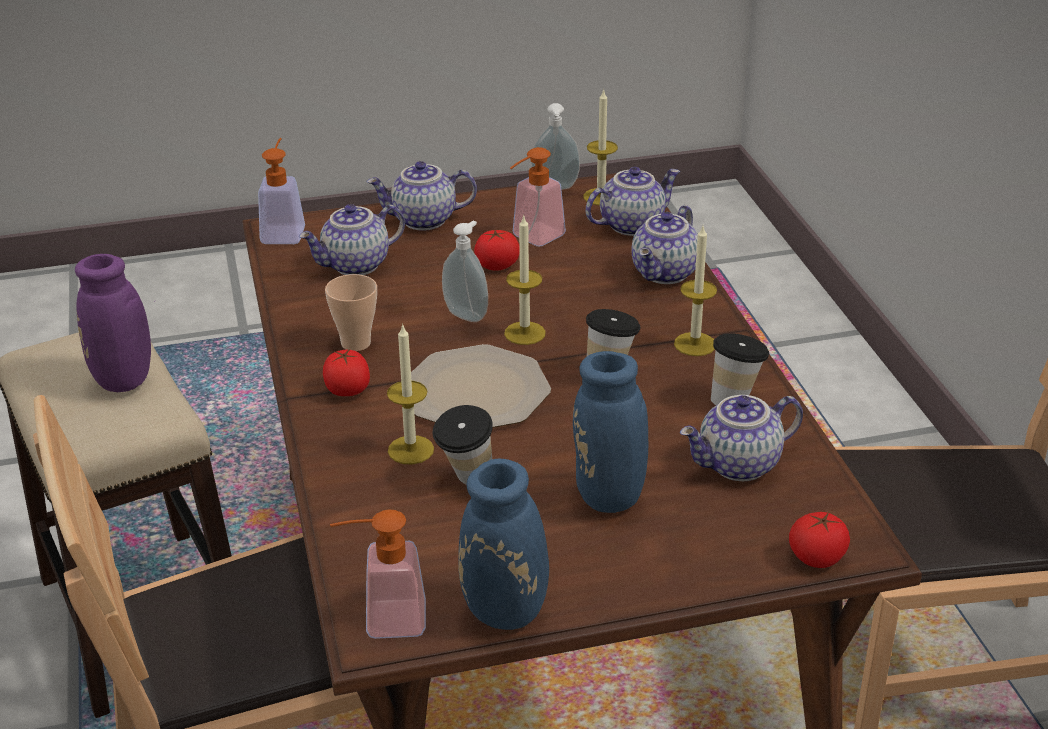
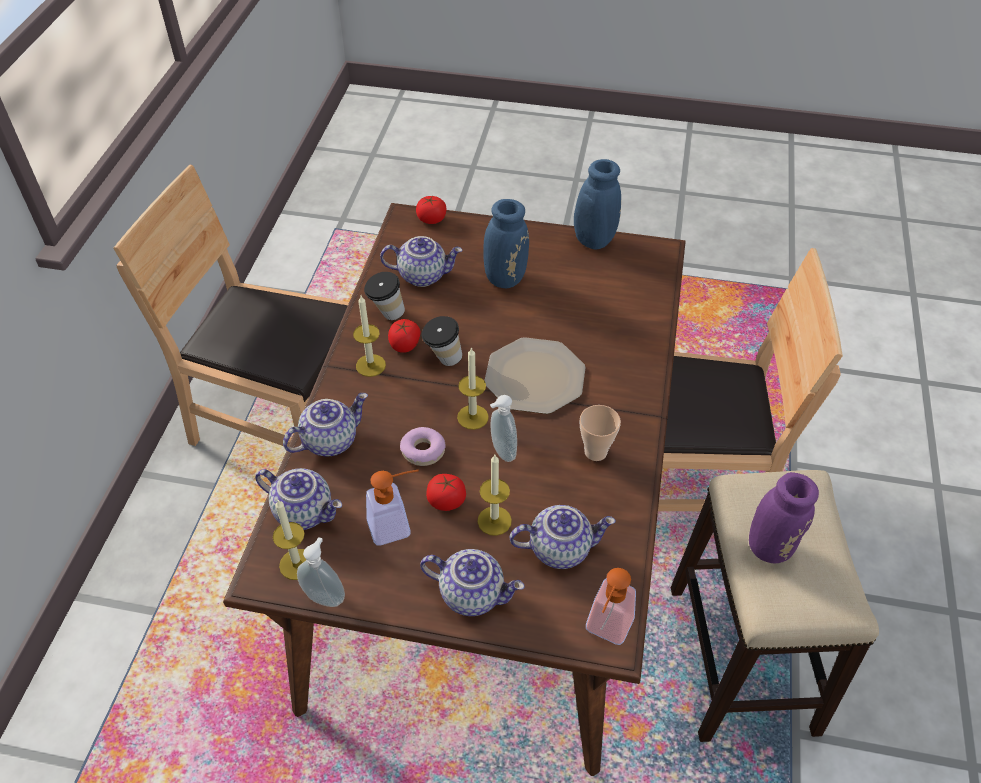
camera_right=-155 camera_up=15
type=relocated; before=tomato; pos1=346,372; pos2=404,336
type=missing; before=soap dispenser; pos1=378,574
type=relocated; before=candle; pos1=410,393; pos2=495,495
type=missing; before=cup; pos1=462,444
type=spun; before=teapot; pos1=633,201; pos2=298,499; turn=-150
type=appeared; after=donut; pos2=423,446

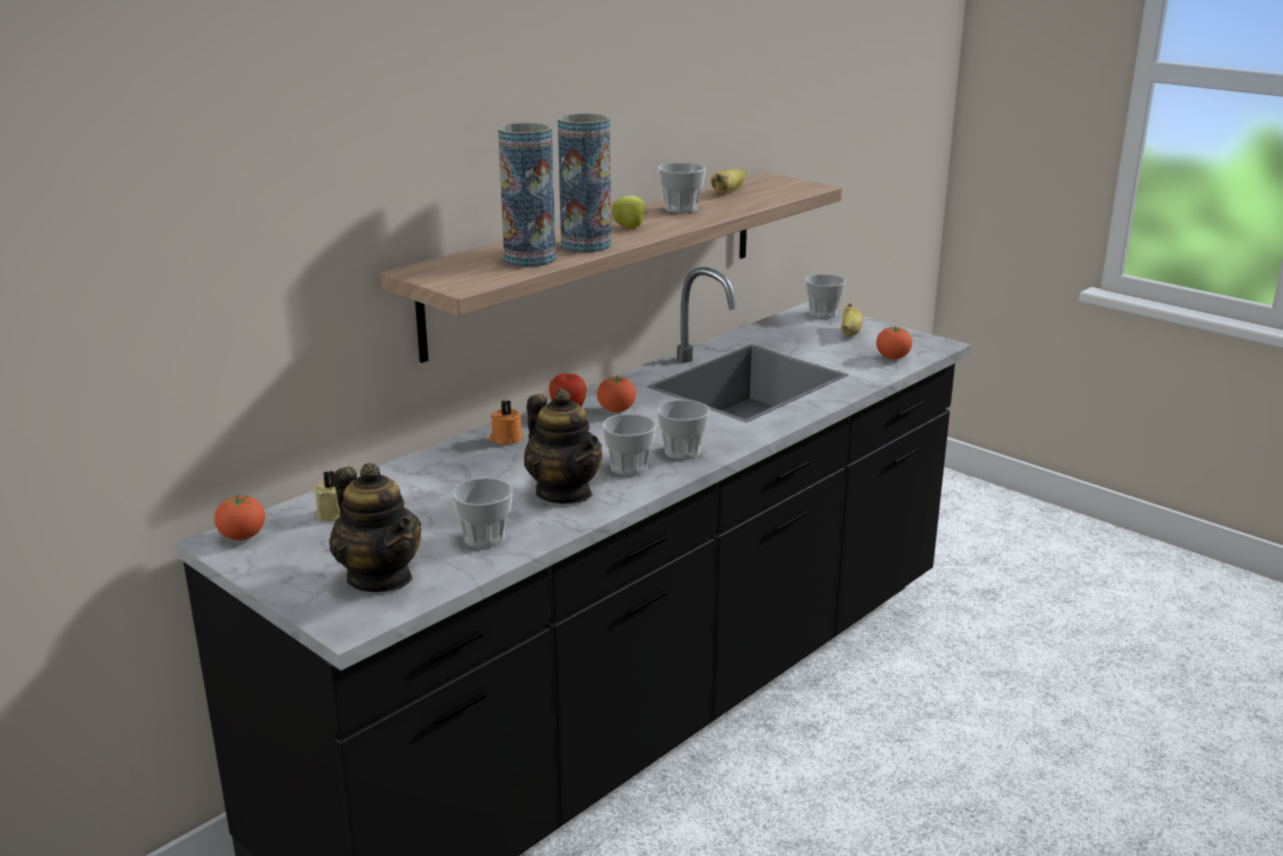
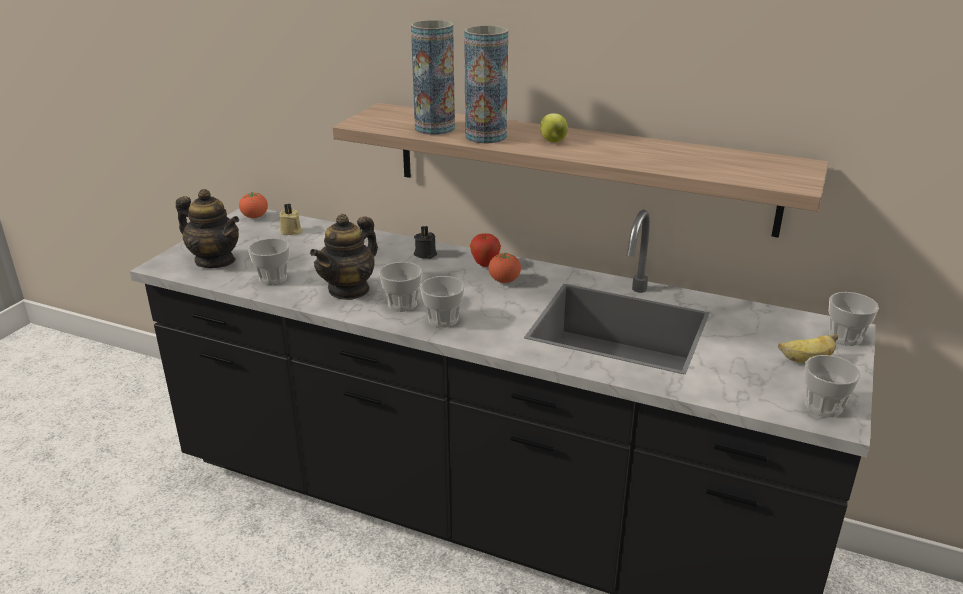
camera_right=70 camera_up=5
type=spun; before=teapot; pos1=375,527; pos2=207,228; turn=-90
type=colour; before=candle in orange; after=candle in black; pos1=506,422; pos2=425,242
type=relocated; before=cup; pos1=682,188; pos2=832,386
type=missing; before=banana; pos1=729,181
type=missing; before=tomato; pos1=894,342

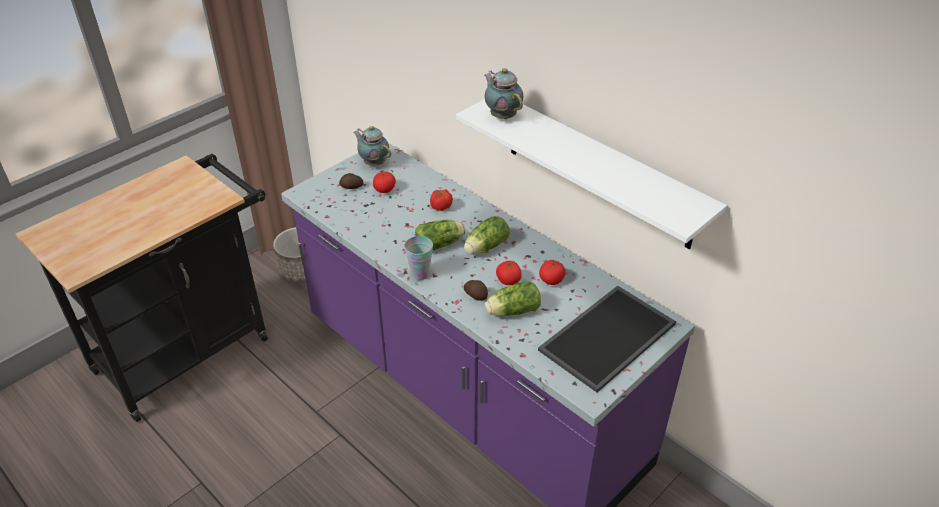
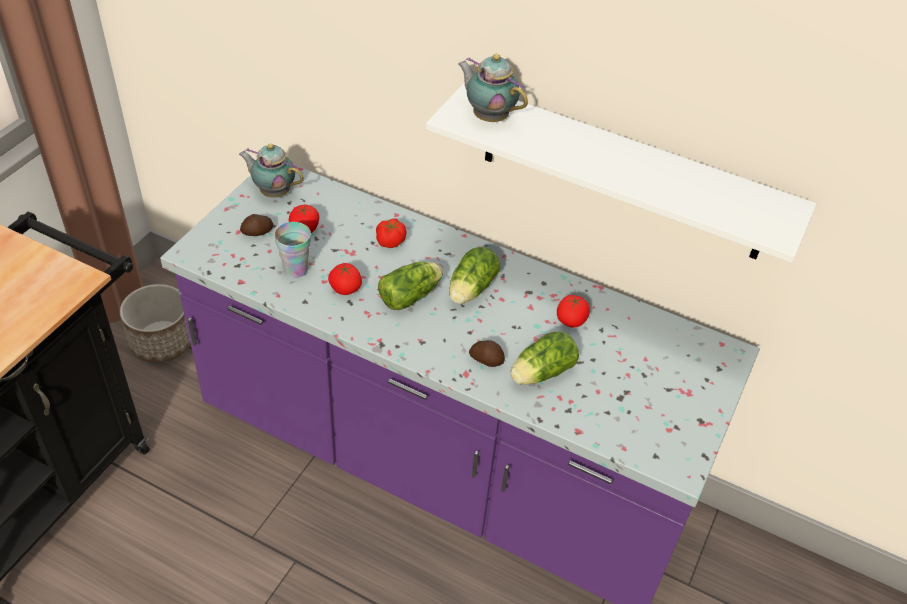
camera_right=-20 camera_up=5
type=relocated; before=cup; pos1=419,258; pos2=292,250
type=relocated; before=tomato; pos1=509,273; pos2=345,279
type=missing; before=tray; pos1=607,339

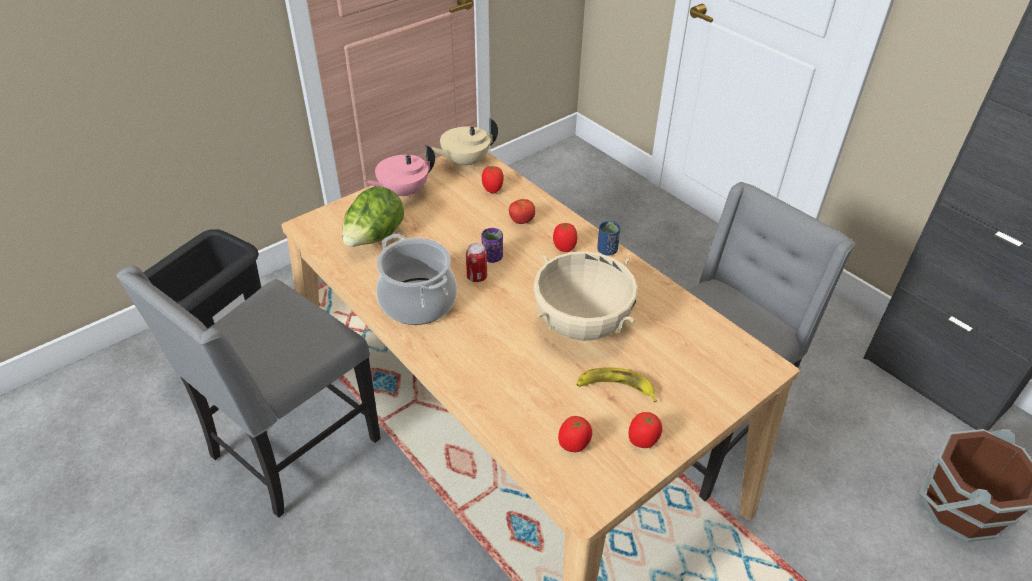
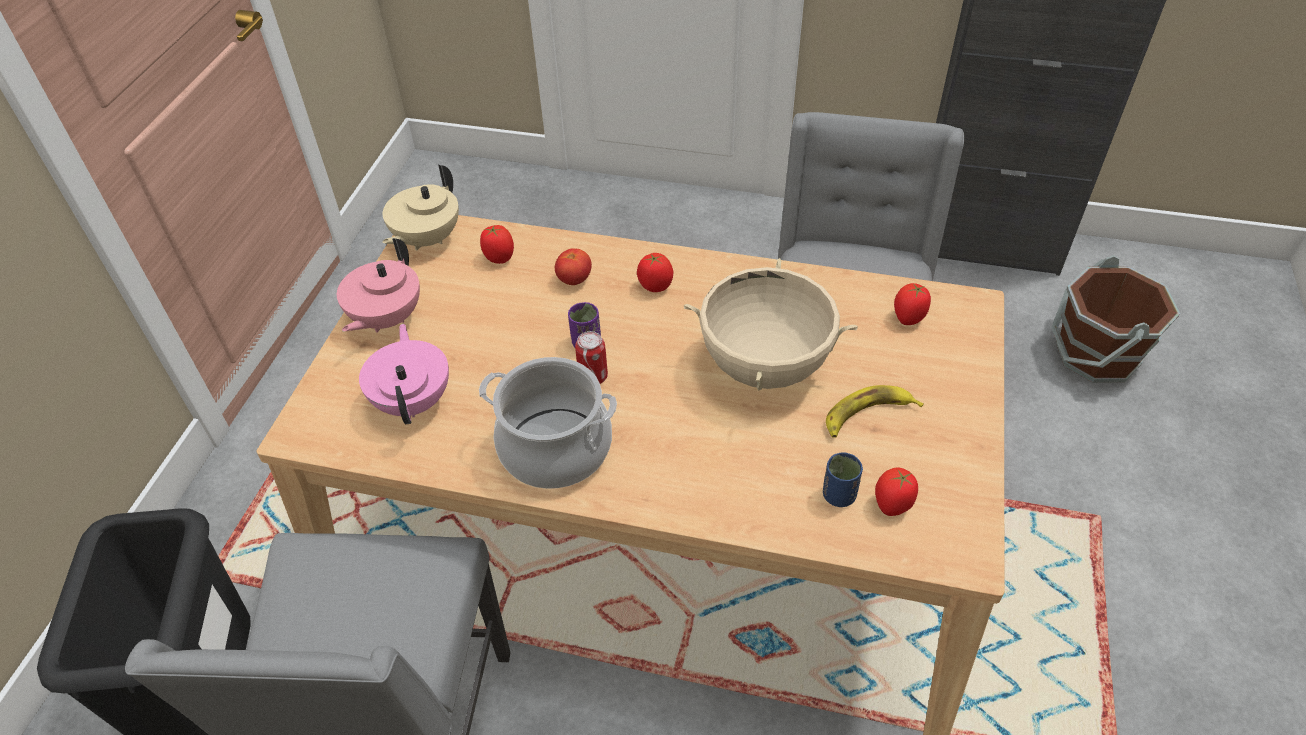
camera_right=-35 camera_up=5
type=exchanged; before=lettuce; after=teapot in pink; pos1=373,216; pos2=404,374
type=relocated; before=cup in blue; pos1=608,238; pos2=843,479
type=relocated; before=tomato; pos1=645,430; pos2=912,304

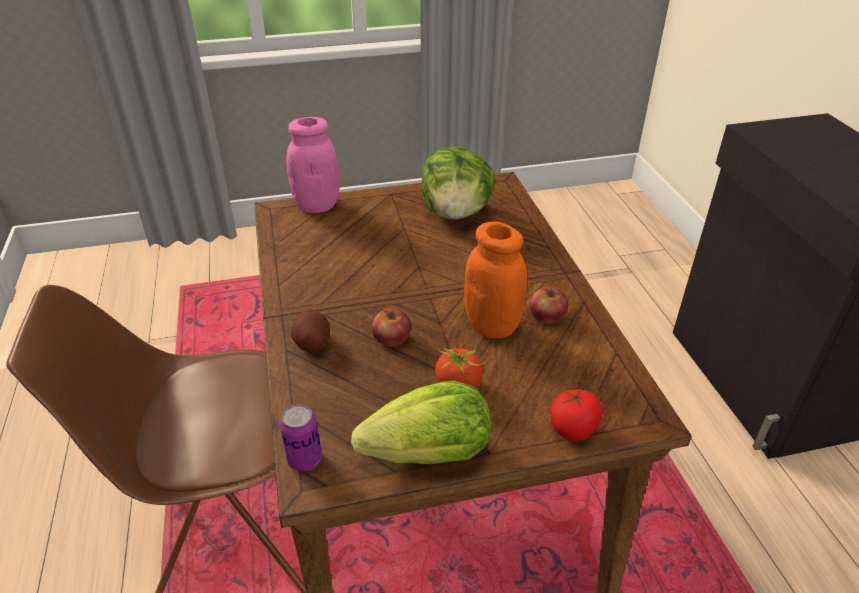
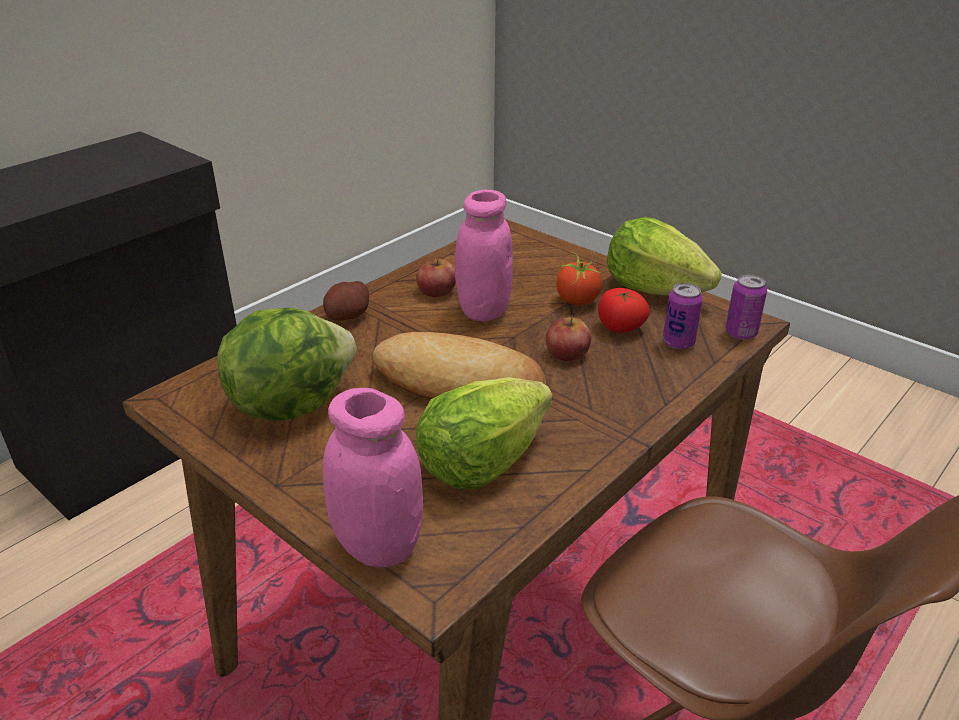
camera_right=-125 camera_up=-5
type=relocated; before=potato; pos1=310,331; pos2=346,301
type=colour; before=jar in orange; after=jar in pink; pos1=495,280; pos2=484,255
type=relocated; before=tomato; pos1=577,415; pos2=624,310
type=appeared; after=bread; pos2=460,365
type=appeared; after=lettuce; pos2=484,433
type=appeared; after=can; pos2=683,316

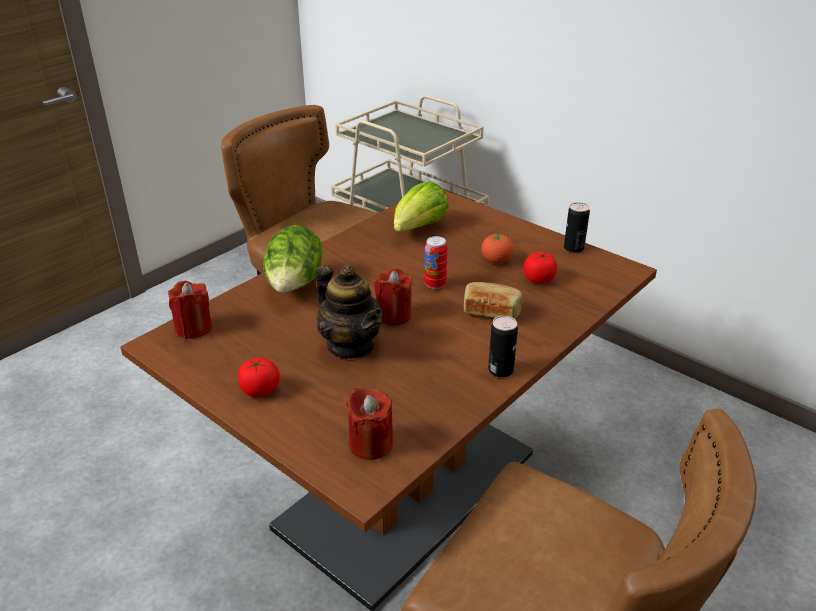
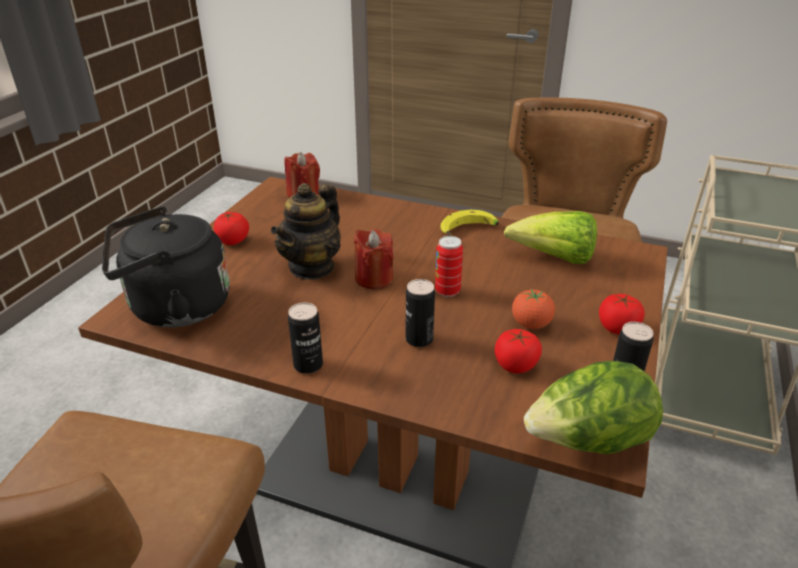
camera_right=70 camera_up=0
type=relocated; before=lettuce; pos1=293,259; pos2=593,407
type=exchanged; before=candle in red; after=kettle in black; pos1=369,424; pos2=166,267
type=exchanged; before=bread; after=can; pos1=493,300; pos2=420,313
type=appeared; after=banana; pos2=469,223
type=appeared; after=tomato; pos2=622,314

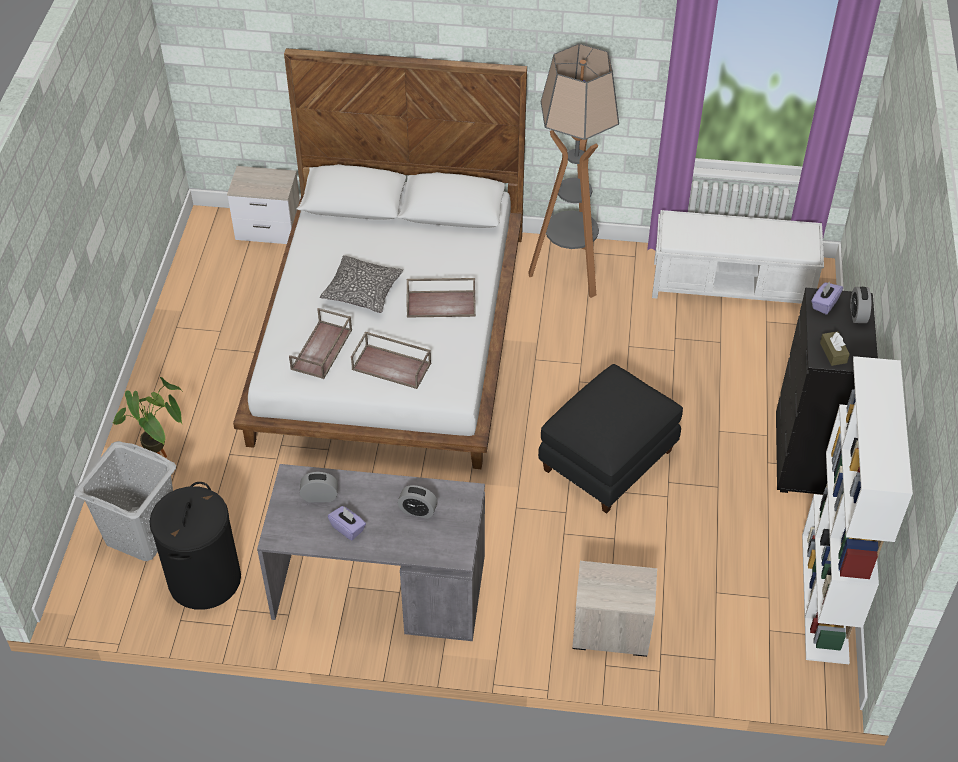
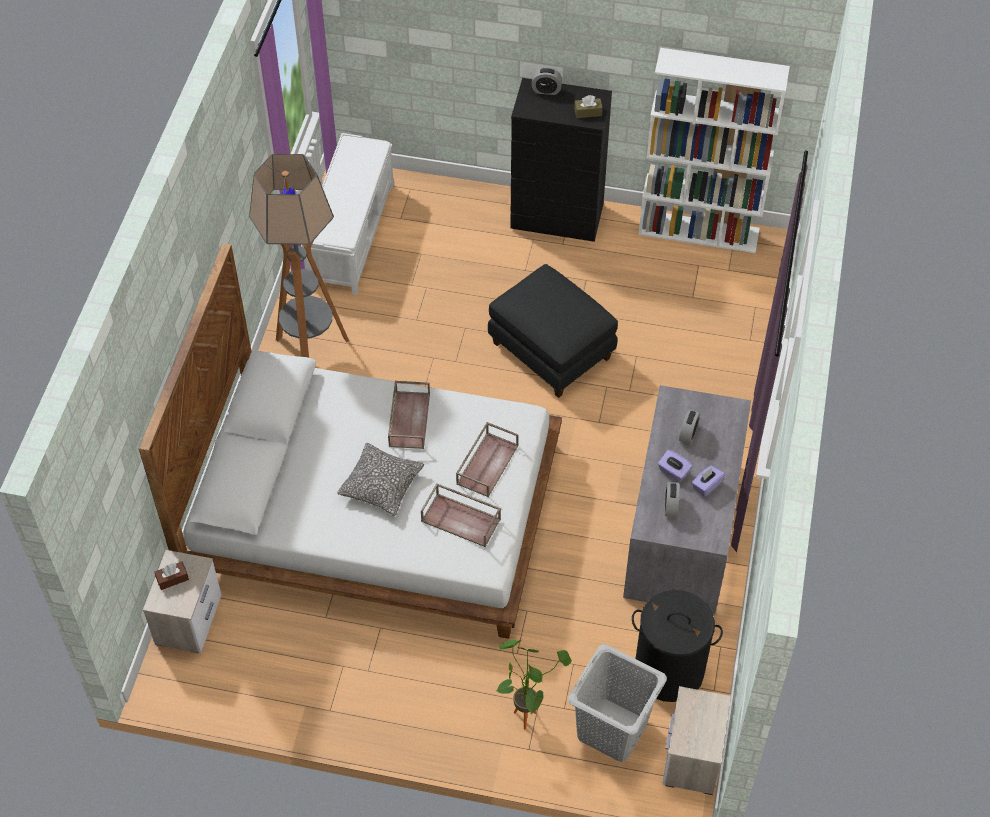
camera_right=-85 camera_up=5
type=relocated; before=nightstand; pos1=614,609; pos2=696,740
type=relocated; before=tissue box in purple; pos1=827,298; pos2=675,466
type=appeared; after=tissue box in brown; pos2=171,575

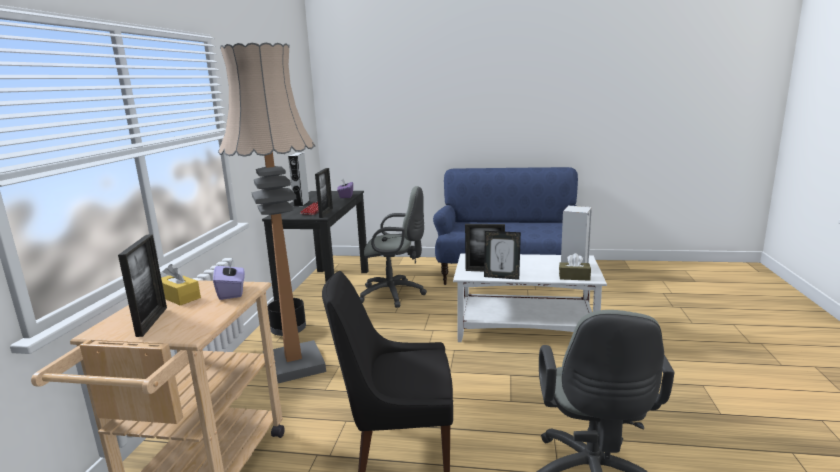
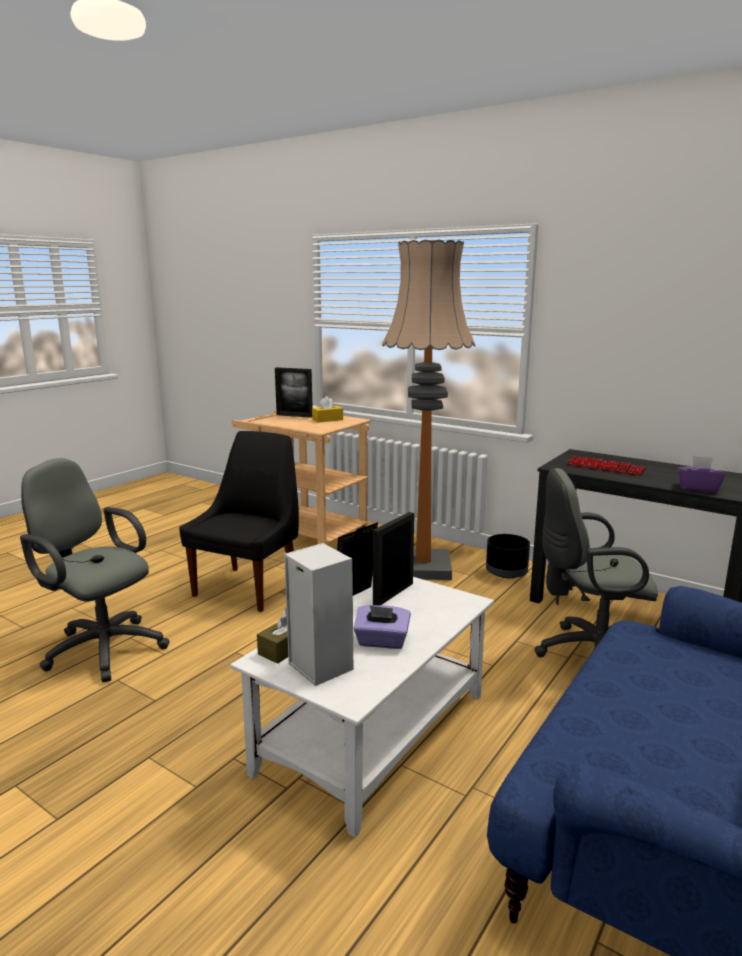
camera_right=115 camera_up=0
type=relocated; before=tissue box in purple; pos1=229,279; pos2=382,627
type=missing; before=speaker in grey; pos1=298,180
type=missing; before=picture frame; pos1=324,193
type=spun; before=office chair in grey; pos1=393,247; pos2=596,562; turn=60

